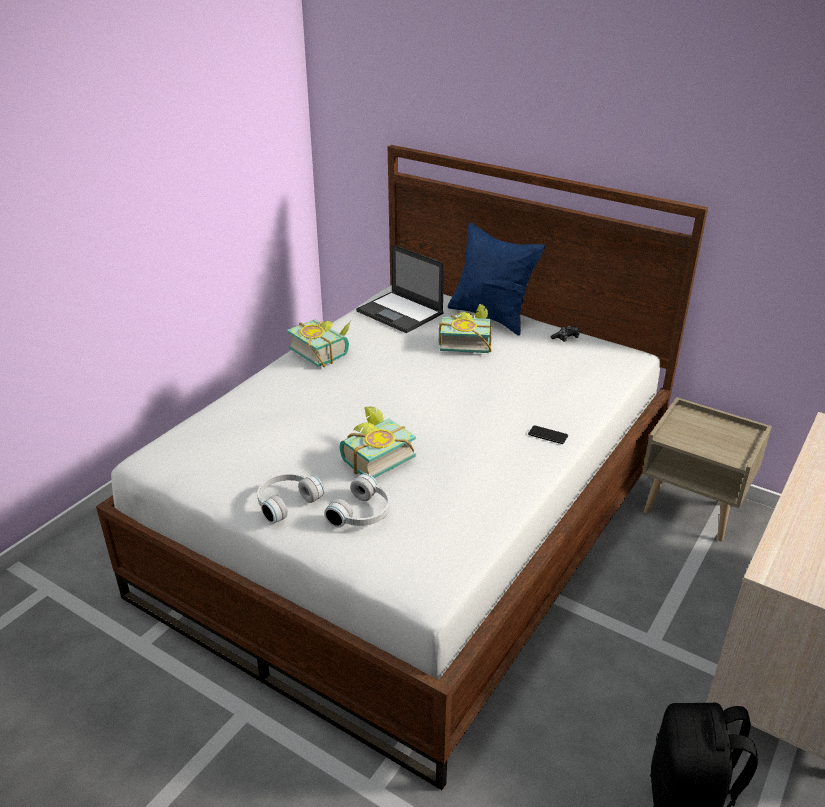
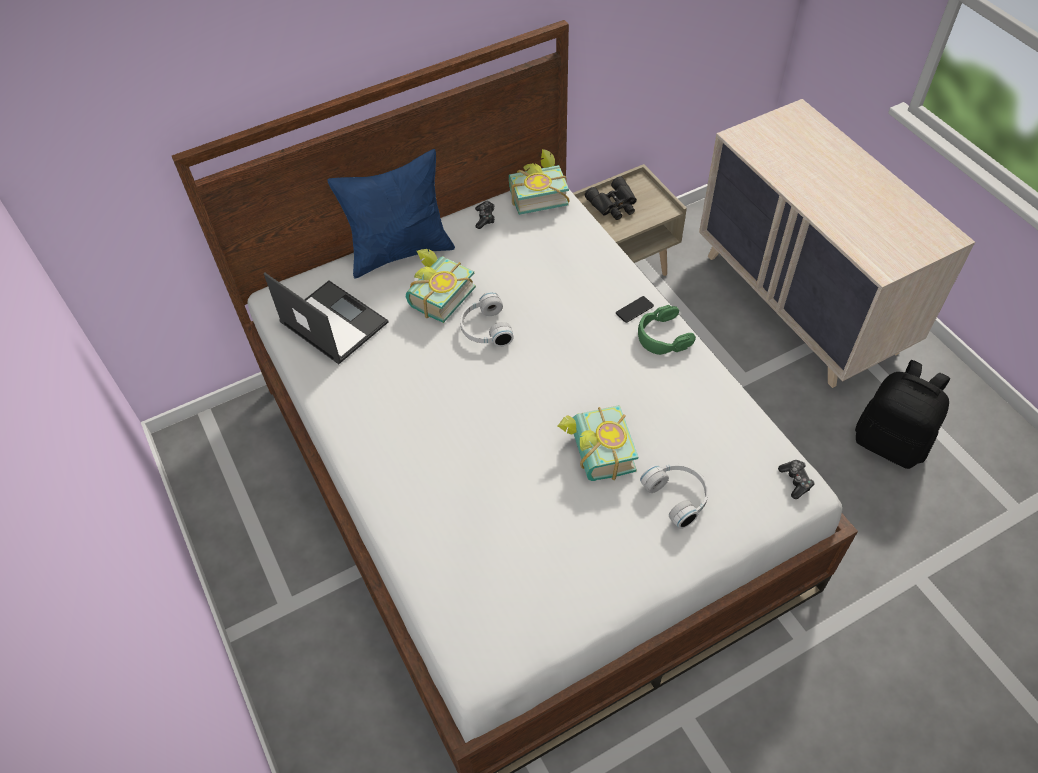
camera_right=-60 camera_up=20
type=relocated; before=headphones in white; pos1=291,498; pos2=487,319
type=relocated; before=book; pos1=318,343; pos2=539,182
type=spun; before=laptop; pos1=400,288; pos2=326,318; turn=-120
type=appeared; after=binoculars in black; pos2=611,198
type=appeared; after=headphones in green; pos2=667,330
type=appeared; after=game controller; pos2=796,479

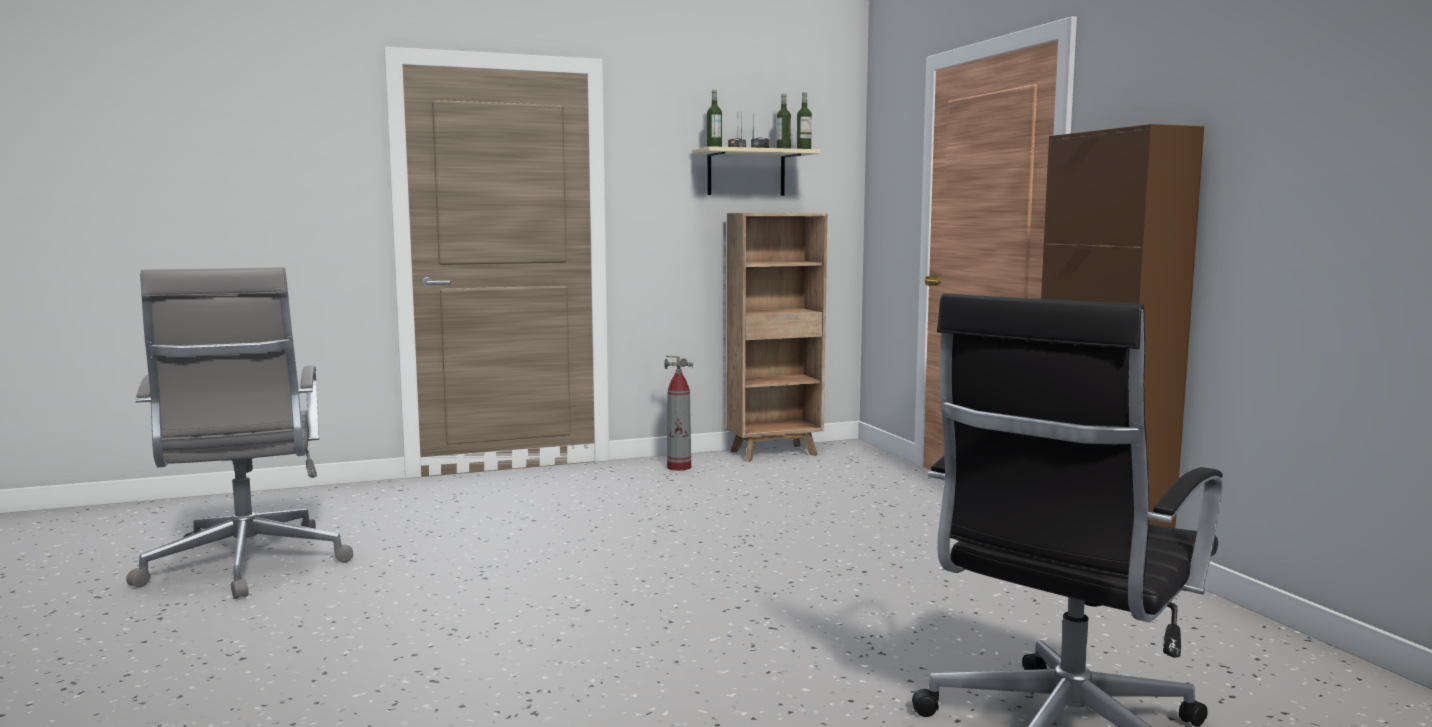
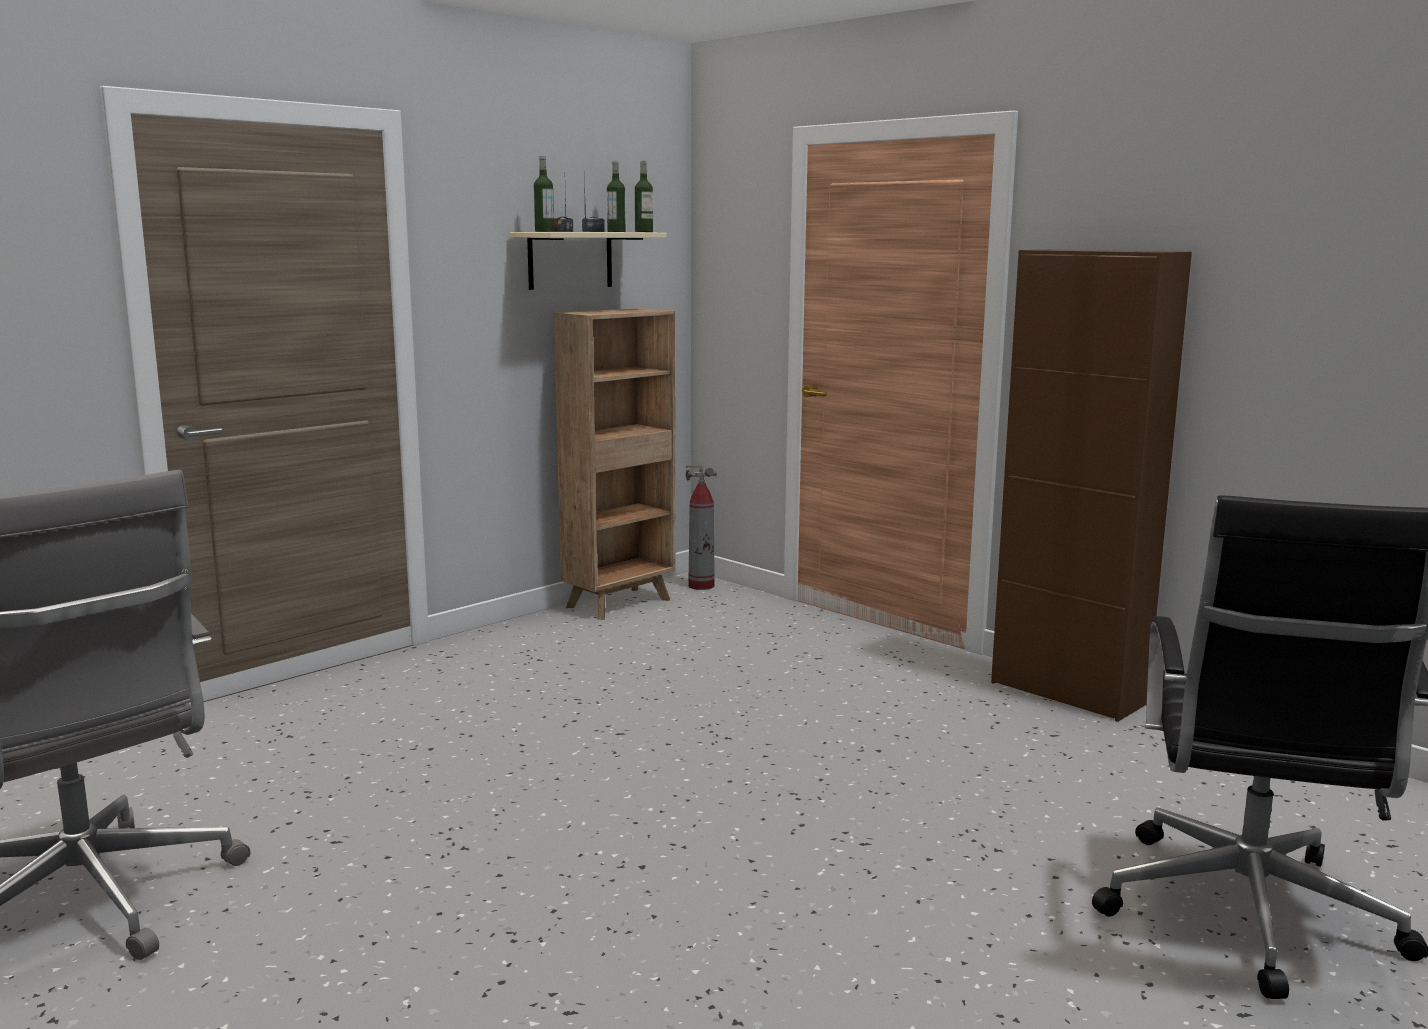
camera_right=-25 camera_up=5
type=relocated; before=fire extinguisher; pos1=678,413; pos2=701,527

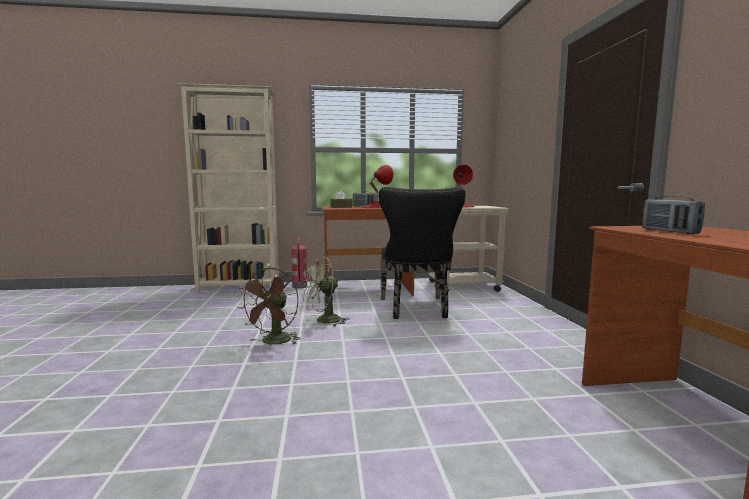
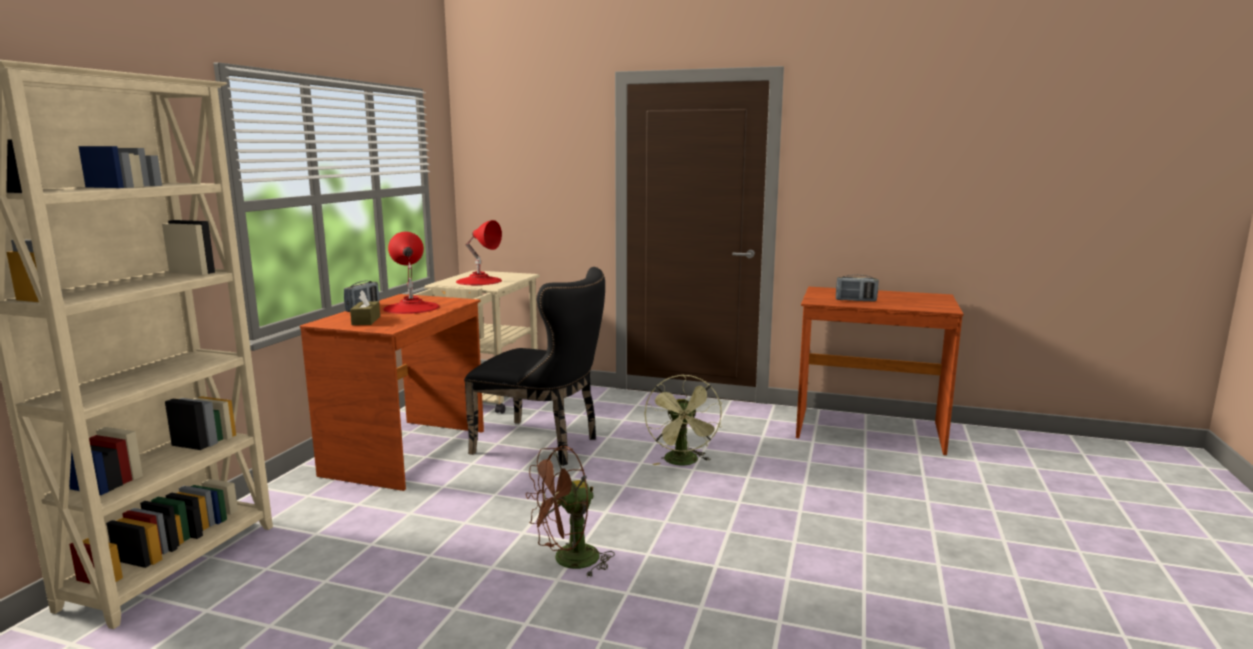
camera_right=-65 camera_up=5
type=spun; before=fan in brown; pos1=269,306; pos2=570,512; turn=105
type=missing; before=fire extinguisher; pos1=299,263
type=relocated; before=fan in green; pos1=326,291; pos2=683,420

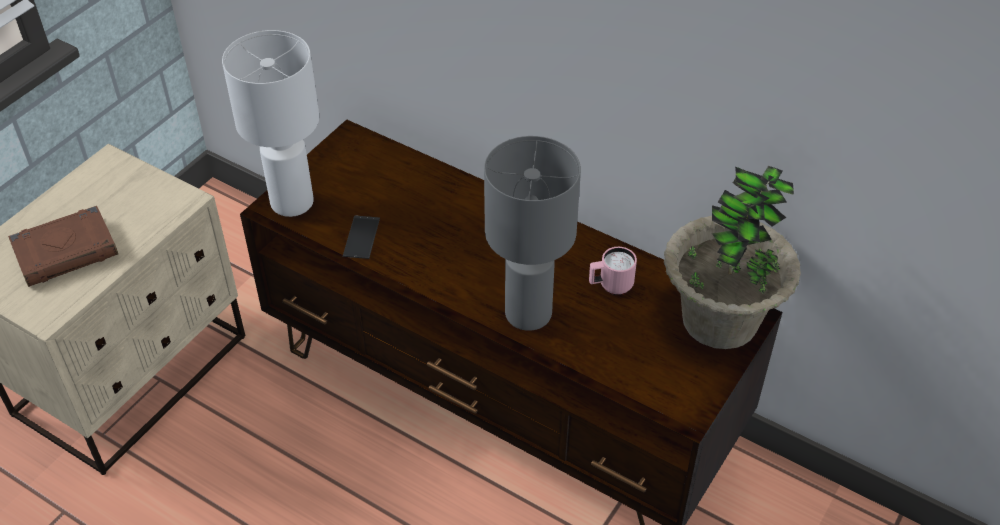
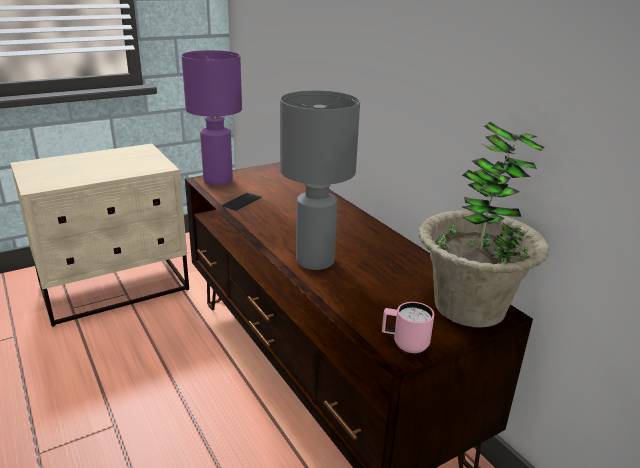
camera_right=25 camera_up=-20
type=missing; before=book in brown; pos1=63,246
type=colour; before=table lamp in white; after=table lamp in purple; pos1=270,123; pos2=211,118
type=relocated; before=mug in pink; pos1=613,271; pos2=408,328

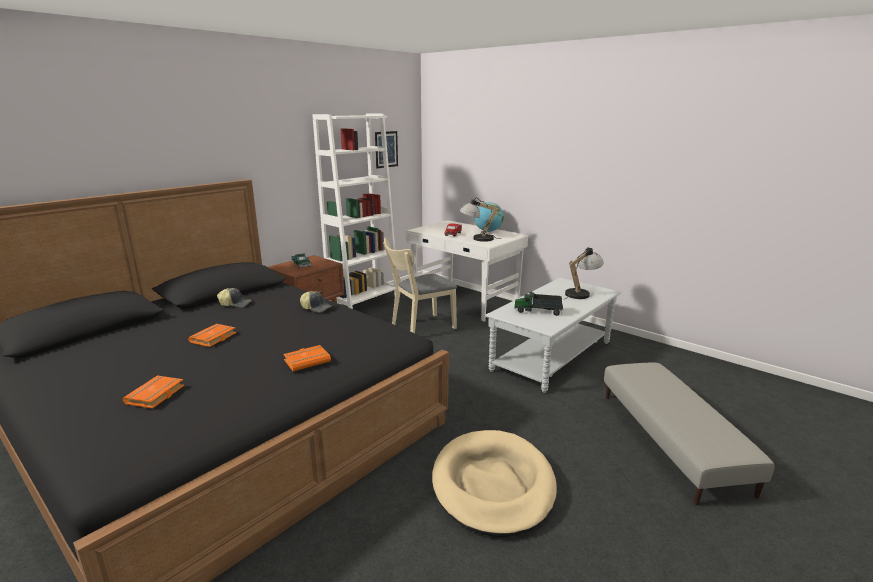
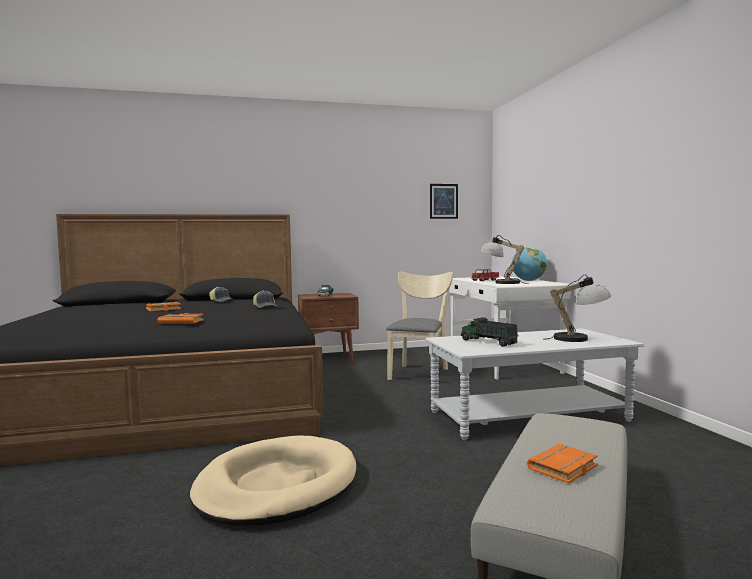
camera_right=35 camera_up=-15
type=relocated; before=book in orange; pos1=153,392; pos2=562,463
type=missing; before=bookcase in white; pos1=354,211
type=spun; before=chair in beige; pos1=420,285; pos2=419,325; turn=105

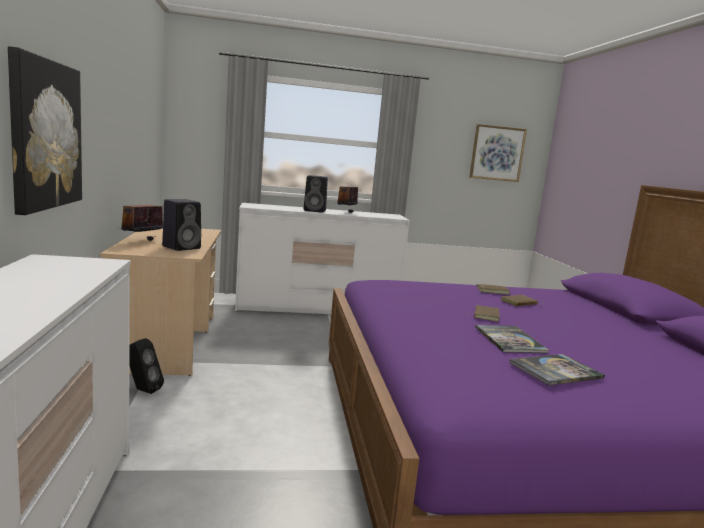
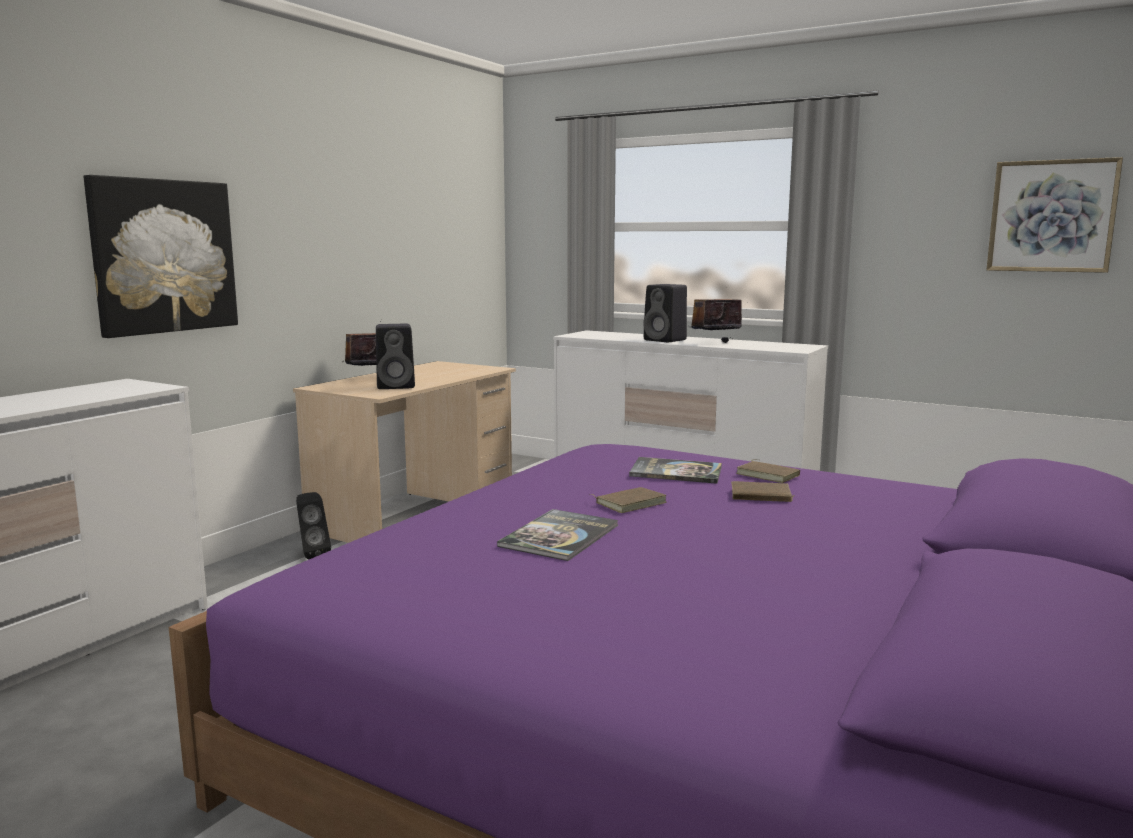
camera_right=40 camera_up=0
type=relocated; before=book; pos1=557,369; pos2=675,470

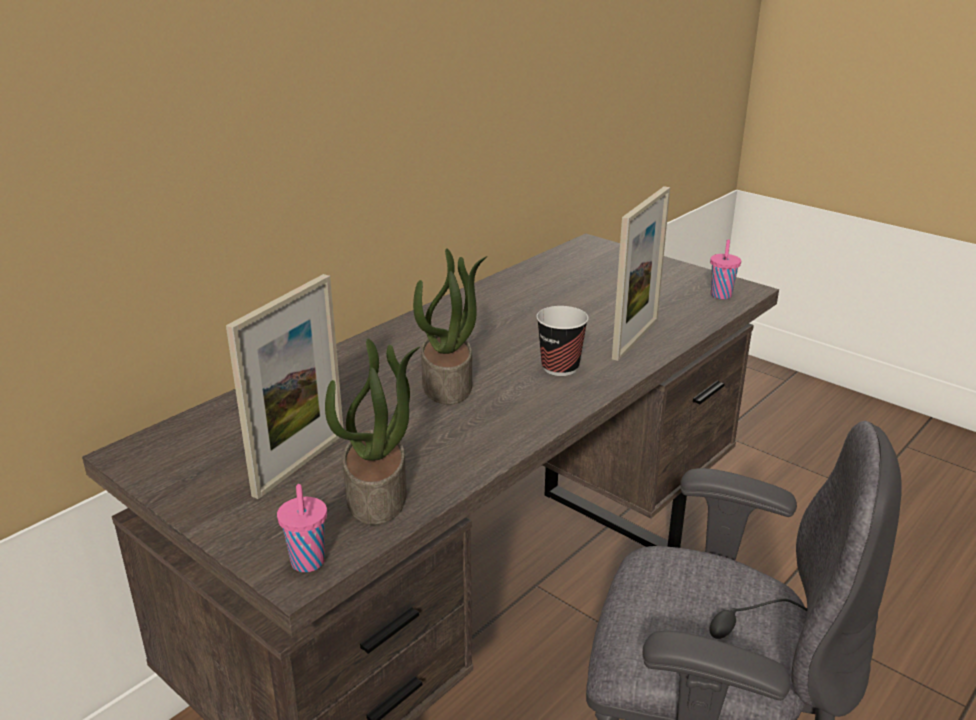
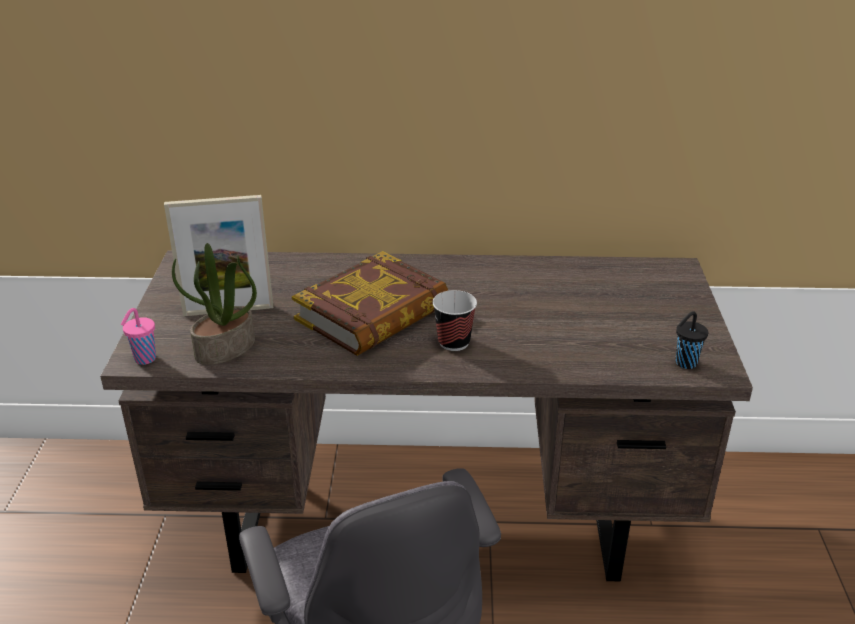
camera_right=50 camera_up=5
type=exchanged; before=potted plant; after=book; pos1=450,326; pos2=370,303
type=missing; before=picture frame; pos1=641,273
type=colour; before=cup in pink; after=cup in black; pos1=725,269; pos2=692,340

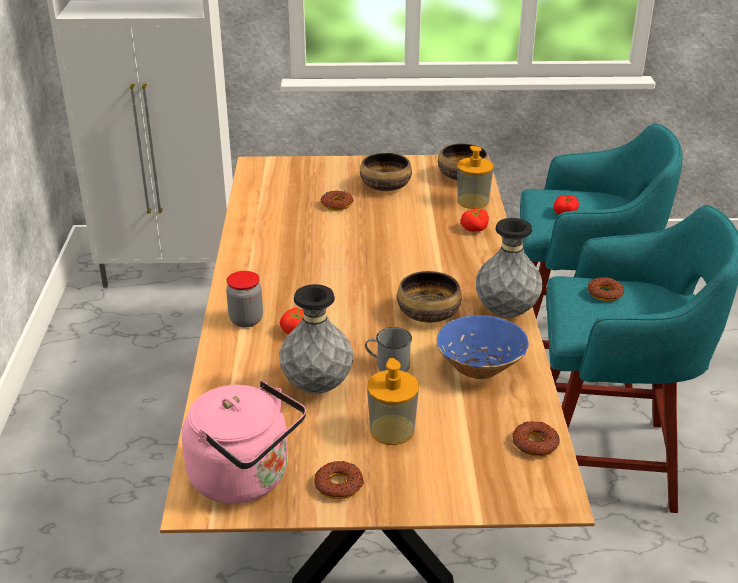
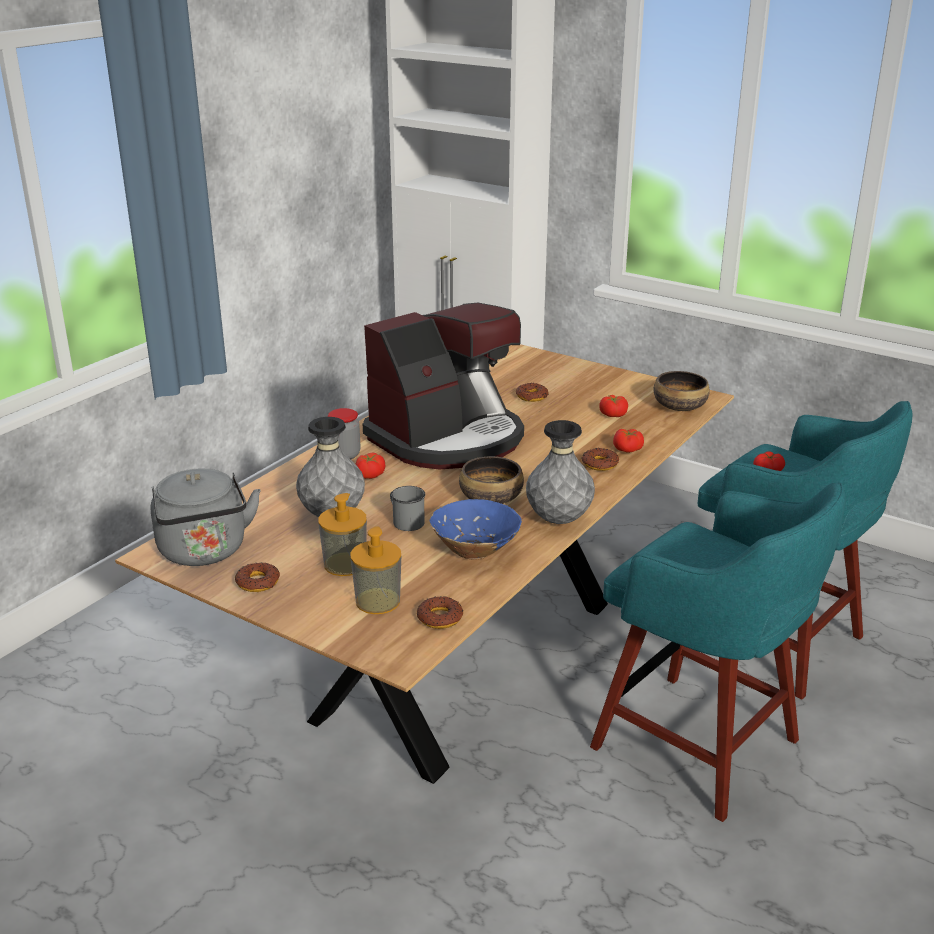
camera_right=35 camera_up=-5
type=colour; before=kettle in pink; after=kettle in grey; pos1=244,442; pos2=206,517
type=missing; before=bowl; pos1=386,172
type=relocated; before=soap dispenser; pos1=475,177; pos2=375,570
type=relocated; before=donut; pos1=606,289; pos2=600,459
type=appeared; after=coffee machine; pos2=443,386
type=appeared; after=tomato; pos2=613,406

